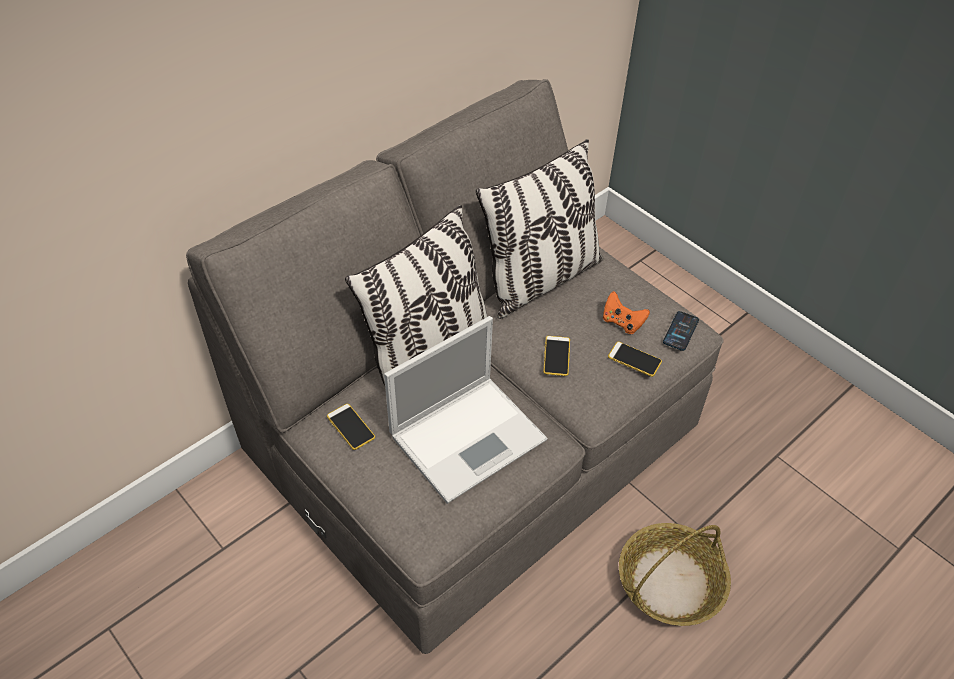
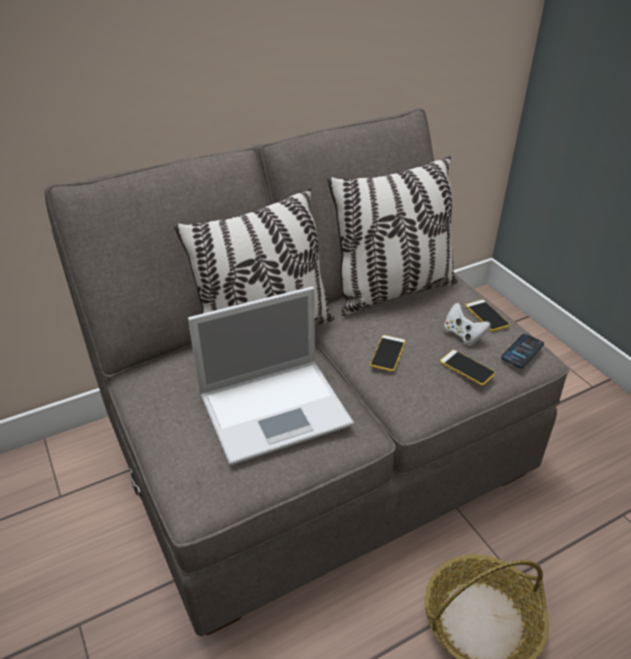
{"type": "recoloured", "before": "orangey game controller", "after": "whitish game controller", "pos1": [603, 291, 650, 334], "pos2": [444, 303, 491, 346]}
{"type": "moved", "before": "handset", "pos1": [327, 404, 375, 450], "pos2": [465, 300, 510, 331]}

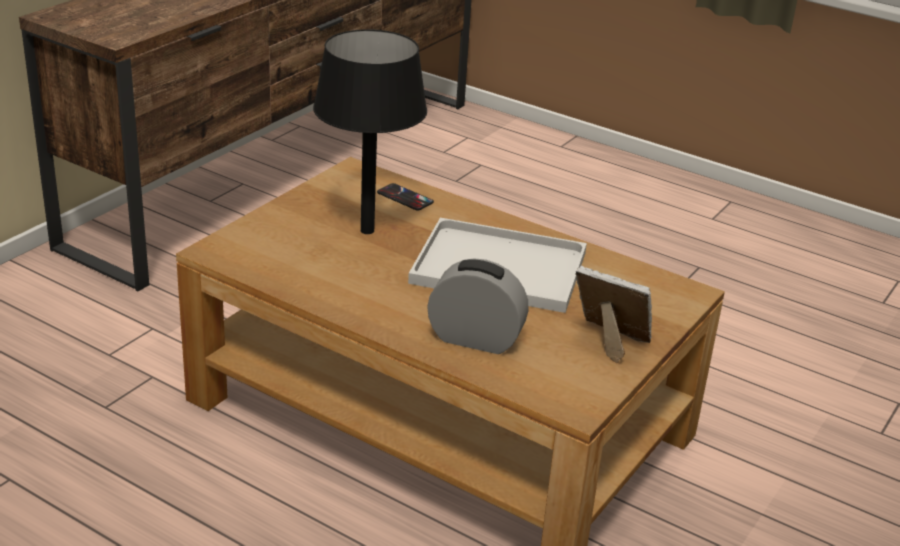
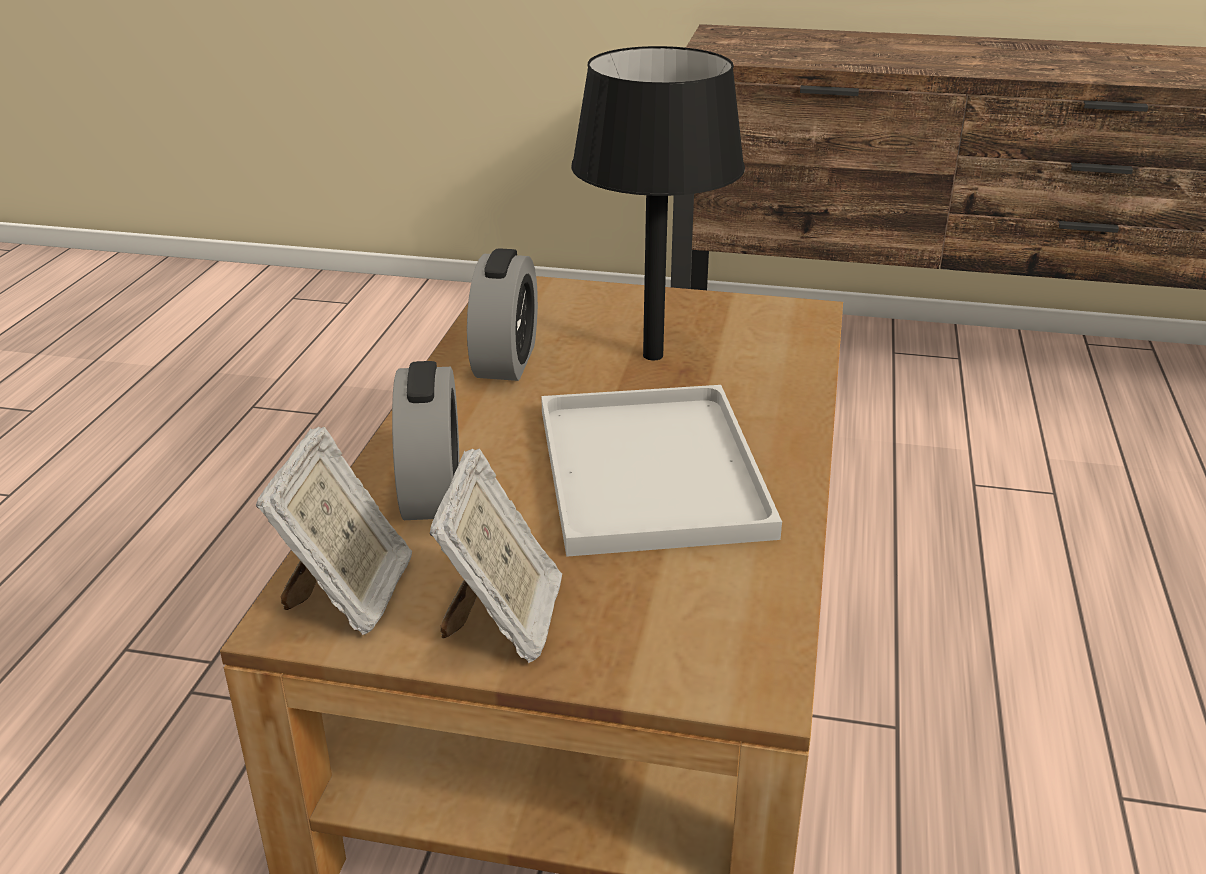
{"type": "removed", "before": "handset", "pos1": [377, 183, 434, 211]}
{"type": "added", "after": "table clock", "pos2": [467, 248, 538, 381]}
{"type": "added", "after": "picture frame", "pos2": [256, 427, 412, 635]}

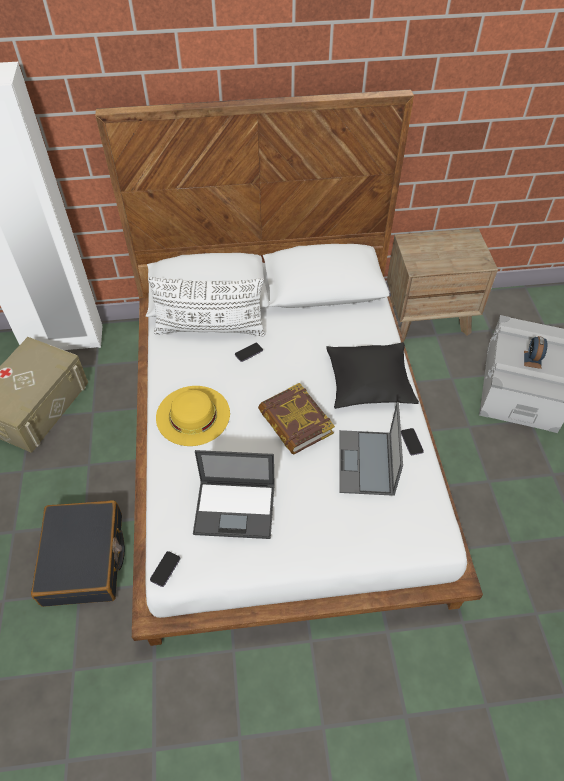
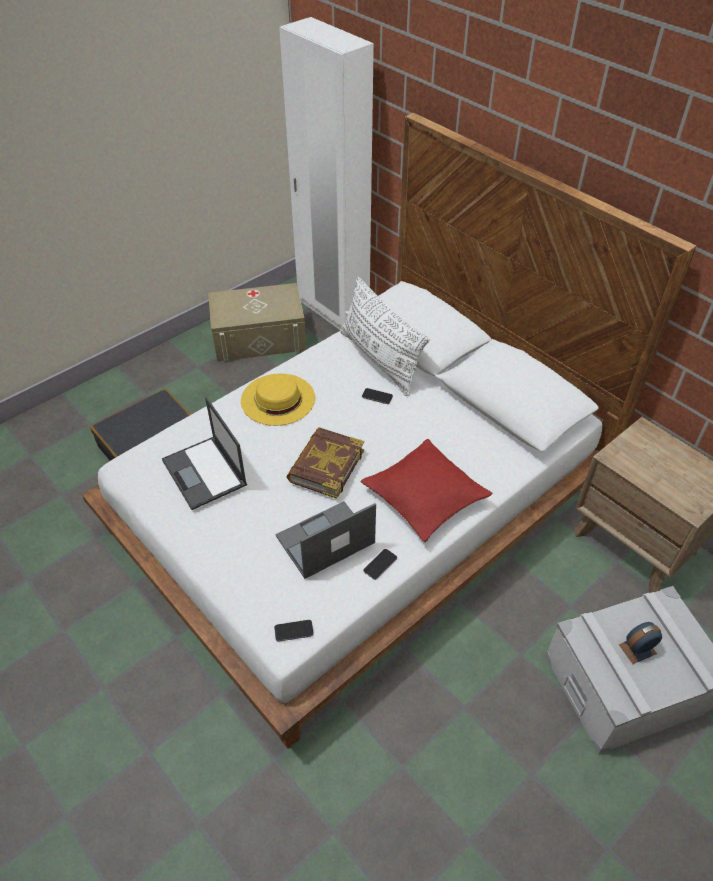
{"type": "recoloured", "before": "blackish throw pillow", "after": "reddish throw pillow", "pos1": [326, 342, 419, 409], "pos2": [360, 439, 493, 542]}
{"type": "moved", "before": "handset", "pos1": [150, 551, 180, 587], "pos2": [274, 620, 314, 642]}

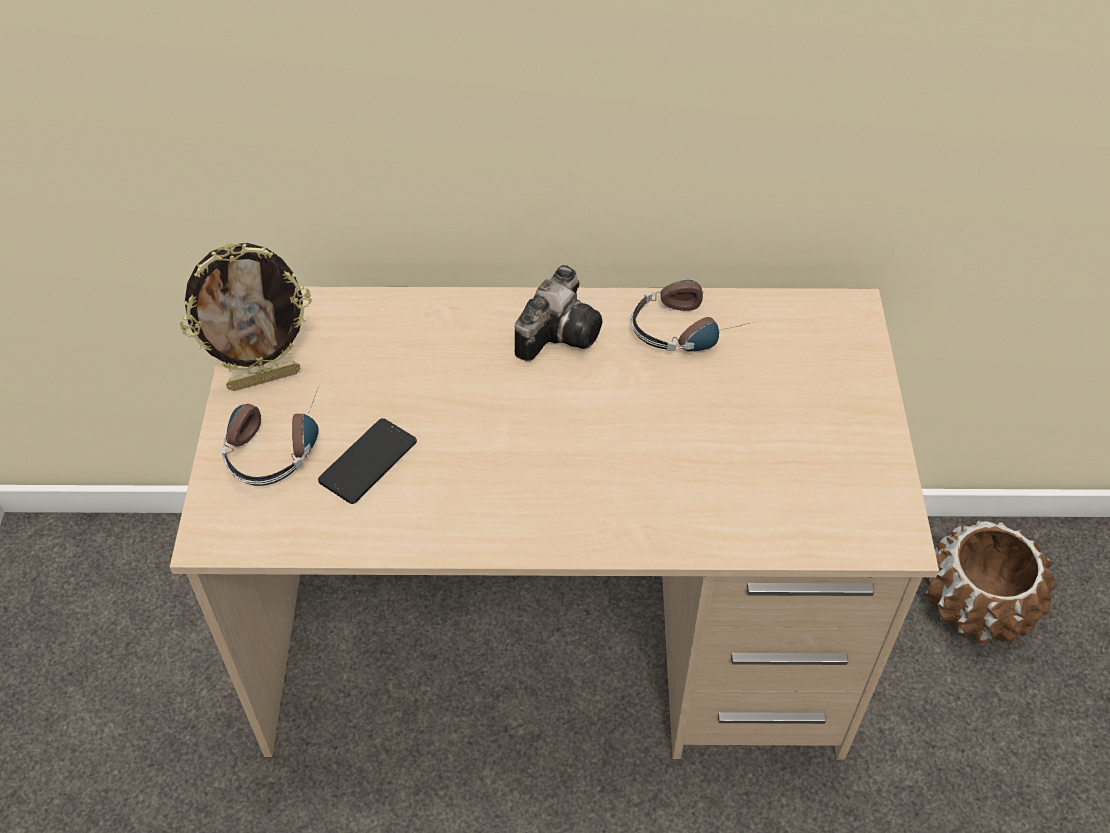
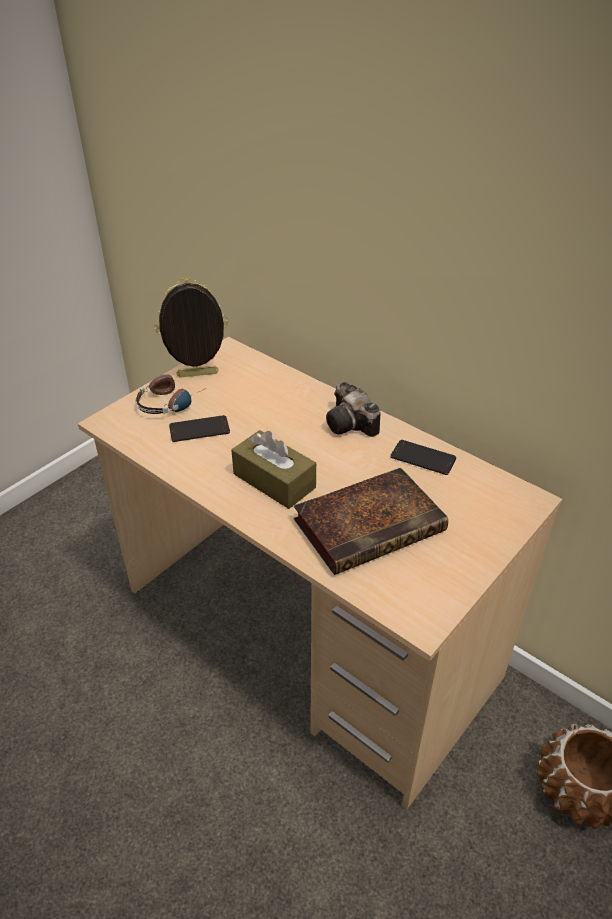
{"type": "turned", "before": "picture frame", "pos1": [180, 243, 312, 391], "pos2": [155, 278, 228, 378], "turn": 150}
{"type": "turned", "before": "still camera", "pos1": [515, 265, 602, 361], "pos2": [326, 382, 381, 437], "turn": 75}
{"type": "replaced", "before": "pair of headphones", "after": "handset", "pos1": [631, 280, 755, 352], "pos2": [390, 440, 456, 475]}
{"type": "added", "after": "brown tissue box", "pos2": [231, 430, 316, 509]}
{"type": "added", "after": "volume", "pos2": [294, 468, 448, 575]}

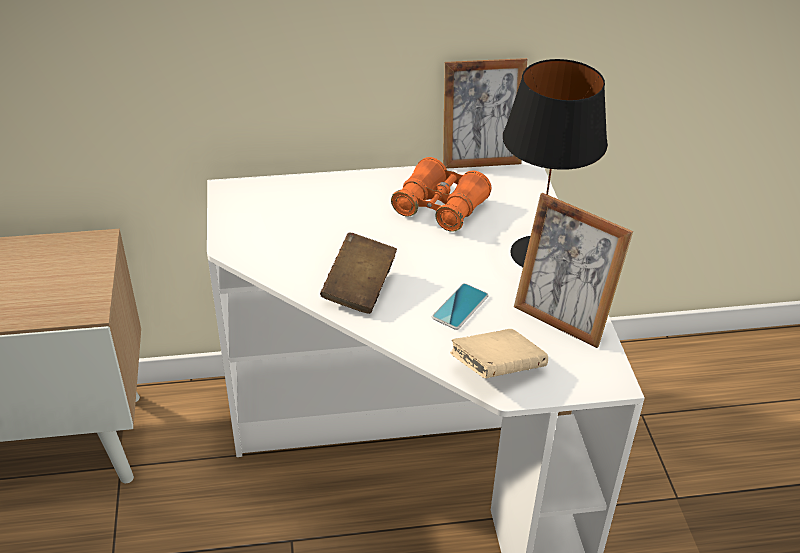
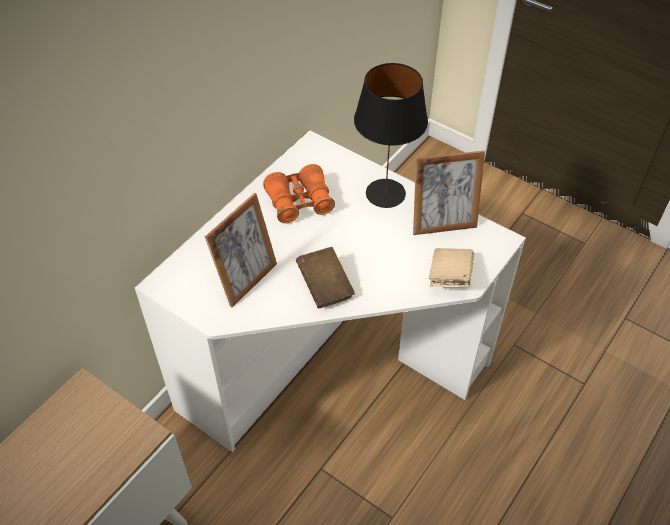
{"type": "moved", "before": "picture frame", "pos1": [443, 58, 527, 169], "pos2": [205, 193, 277, 307]}
{"type": "removed", "before": "handset", "pos1": [432, 283, 489, 330]}

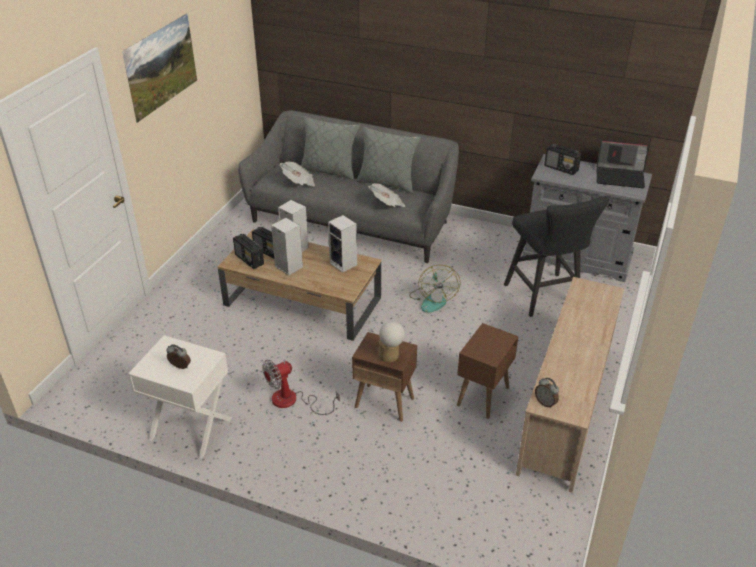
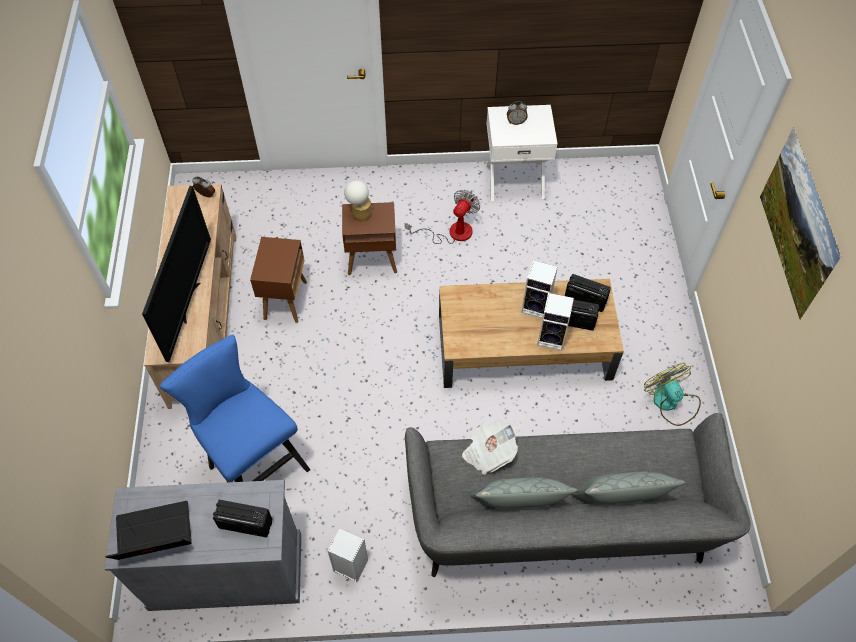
{"type": "removed", "before": "newspaper", "pos1": [280, 162, 315, 186]}
{"type": "recoloured", "before": "blackish stool seat", "after": "blue-coloured stool seat", "pos1": [504, 196, 609, 317], "pos2": [160, 335, 310, 482]}
{"type": "moved", "before": "audio speaker", "pos1": [328, 215, 357, 273], "pos2": [327, 528, 368, 582]}
{"type": "moved", "before": "fan", "pos1": [409, 265, 460, 313], "pos2": [644, 363, 701, 426]}
{"type": "added", "after": "television", "pos2": [142, 186, 211, 362]}

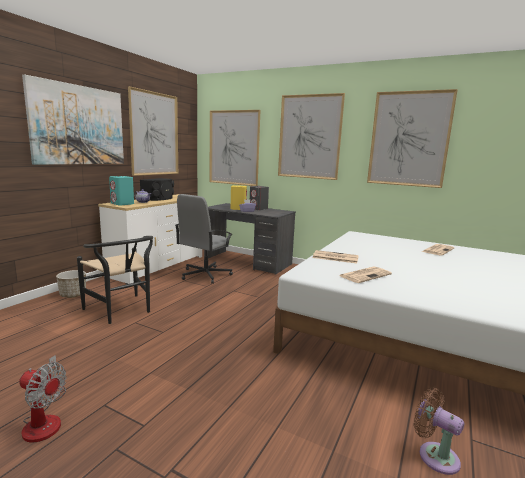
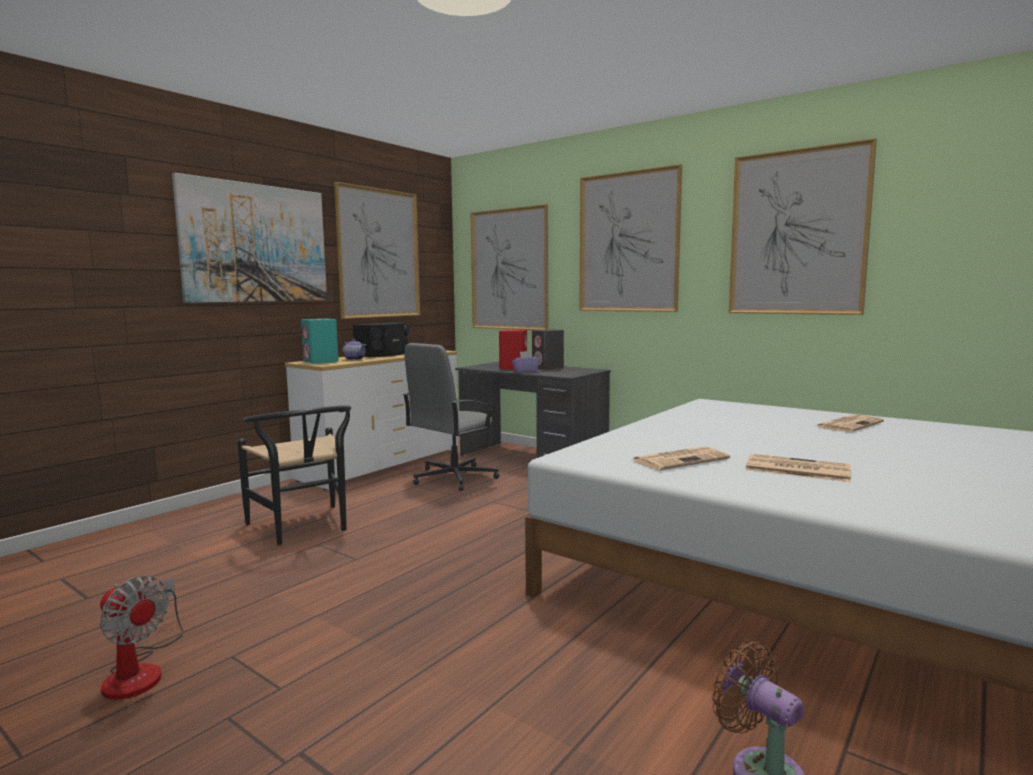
{"type": "recoloured", "before": "yellow-coloured audio speaker", "after": "reddish audio speaker", "pos1": [231, 185, 247, 210], "pos2": [499, 330, 527, 370]}
{"type": "moved", "before": "newspaper", "pos1": [313, 250, 359, 264], "pos2": [745, 454, 851, 482]}
{"type": "removed", "before": "plant pot", "pos1": [56, 270, 86, 298]}

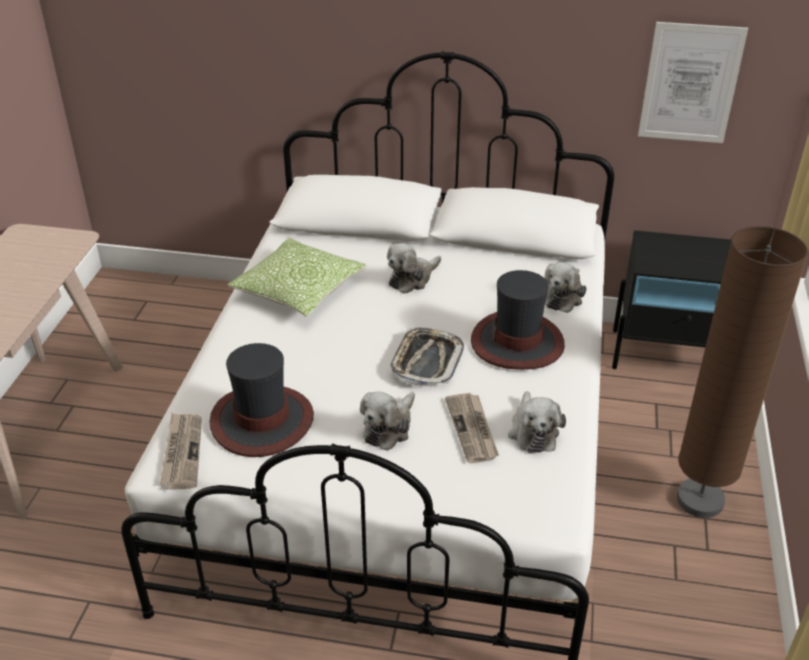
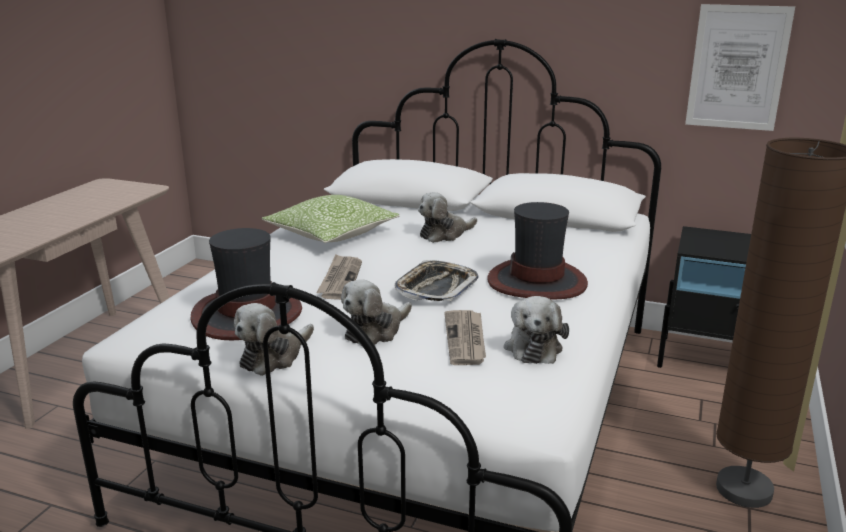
{"type": "moved", "before": "plush toy", "pos1": [544, 262, 587, 313], "pos2": [234, 303, 314, 376]}
{"type": "moved", "before": "newspaper", "pos1": [160, 413, 202, 490], "pos2": [316, 254, 362, 300]}

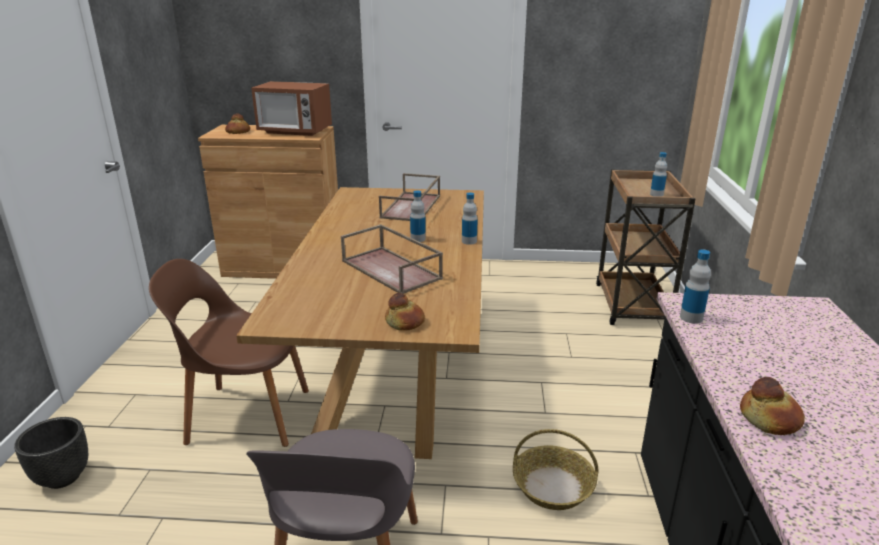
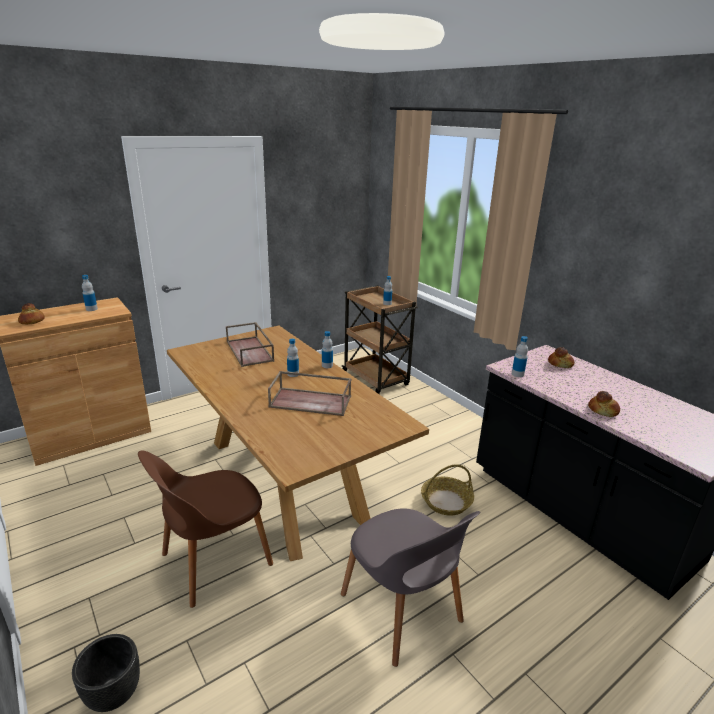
{"type": "replaced", "before": "kitchen microwave", "after": "beverage bottle", "pos1": [251, 81, 332, 136], "pos2": [82, 275, 98, 311]}
{"type": "moved", "before": "baked bread", "pos1": [385, 293, 425, 331], "pos2": [548, 347, 574, 368]}

